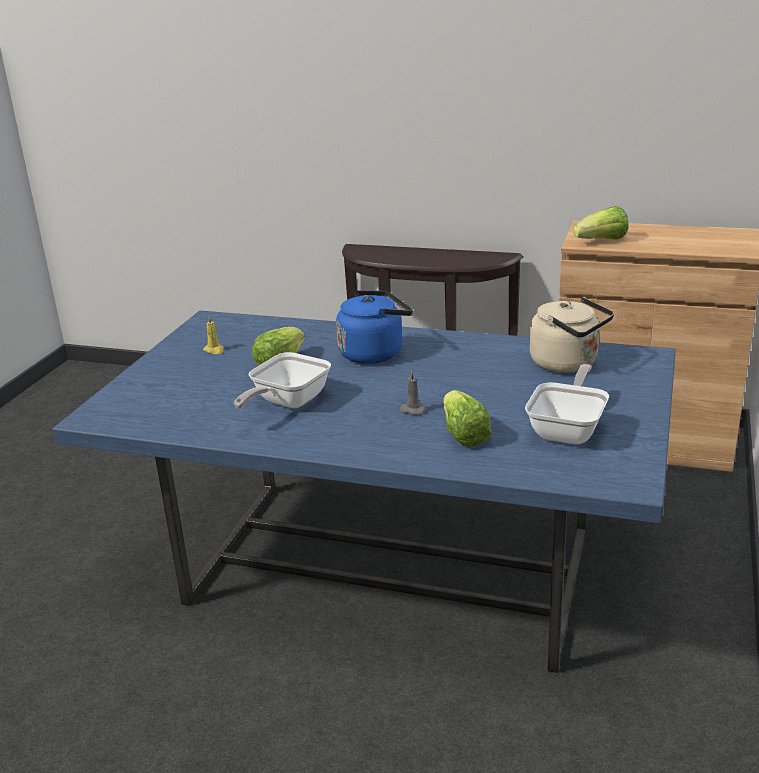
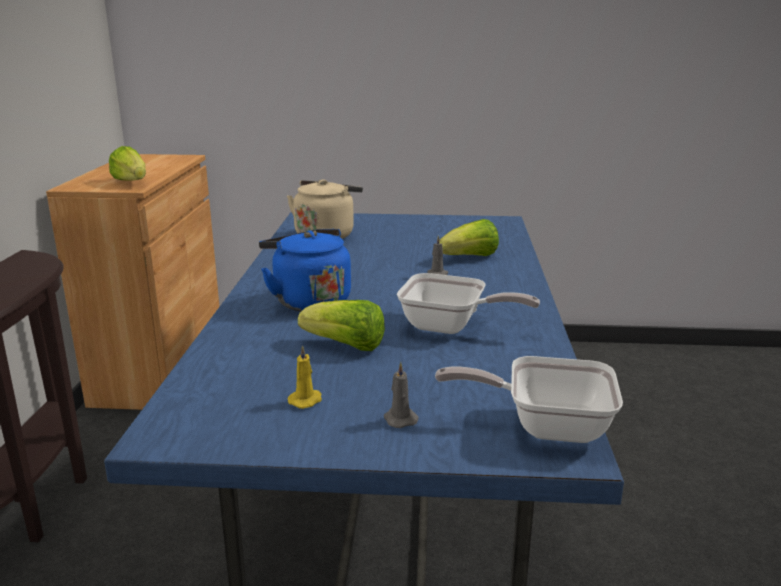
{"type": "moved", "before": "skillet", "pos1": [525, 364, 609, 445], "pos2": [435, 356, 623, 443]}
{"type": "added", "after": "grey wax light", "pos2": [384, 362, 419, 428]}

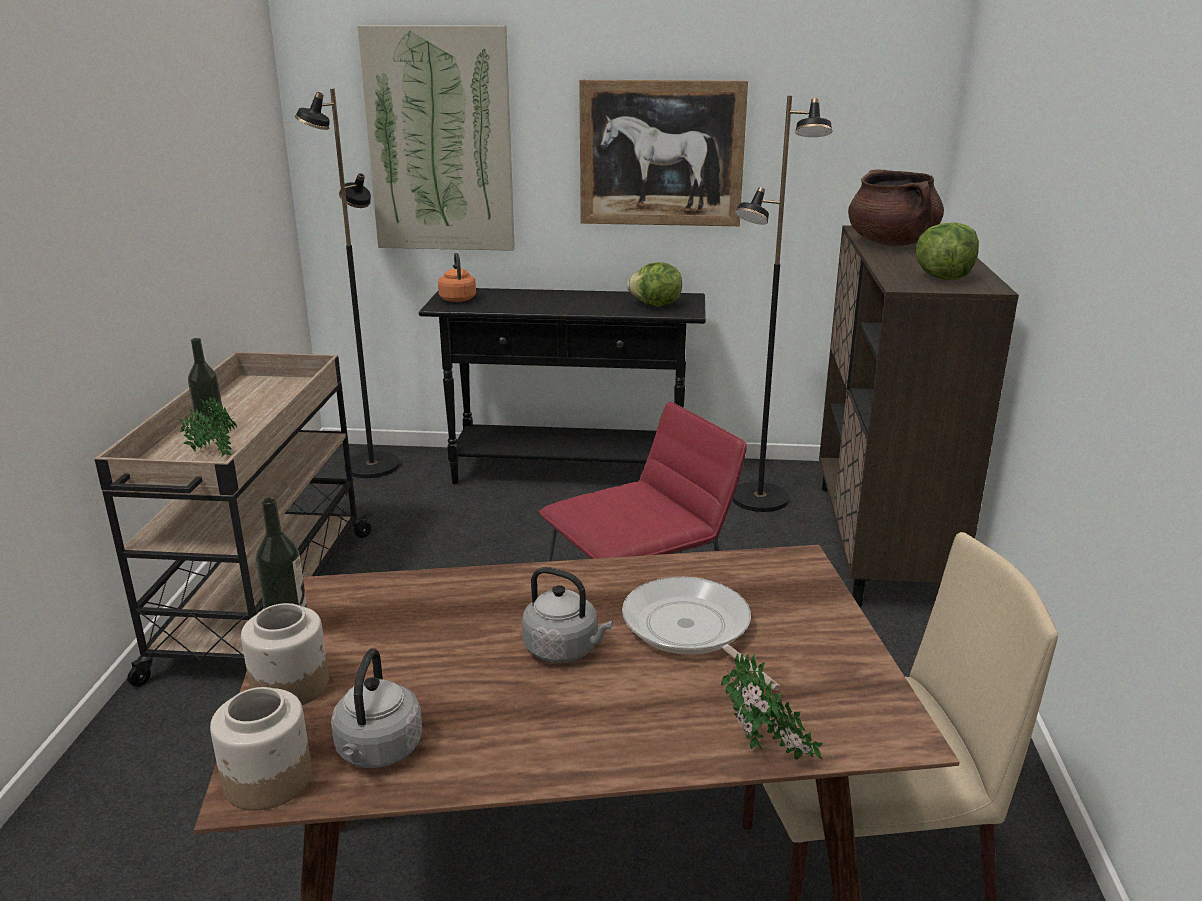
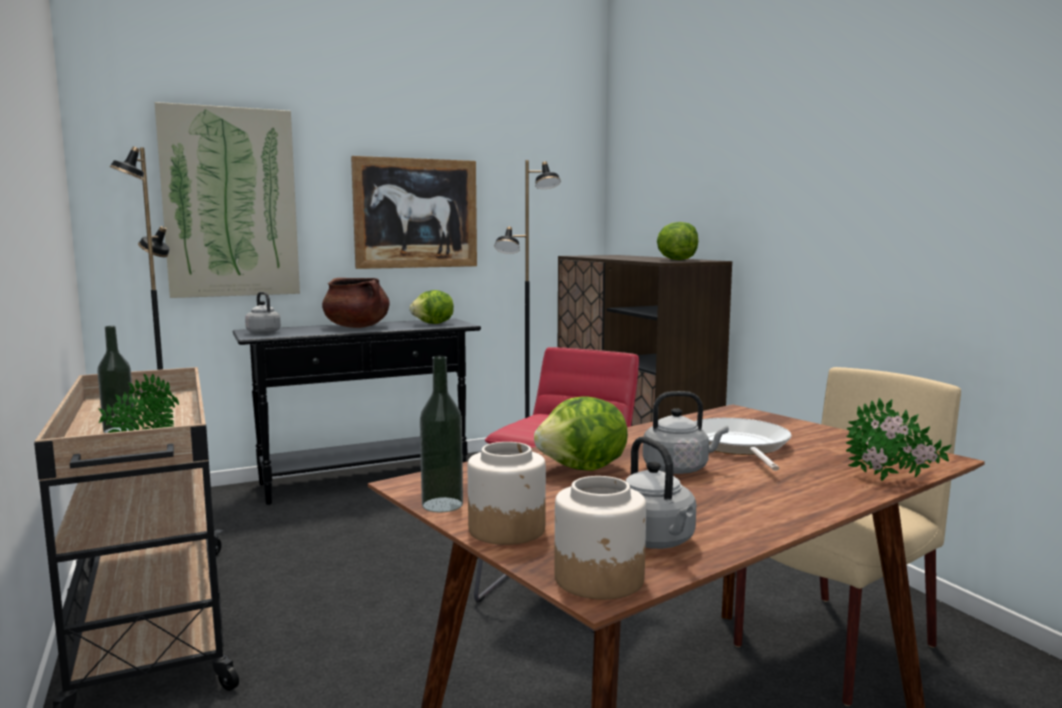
{"type": "moved", "before": "brown stockpot", "pos1": [848, 169, 944, 246], "pos2": [322, 278, 390, 328]}
{"type": "recoloured", "before": "orangey water kettle", "after": "grey water kettle", "pos1": [438, 253, 476, 302], "pos2": [245, 292, 281, 334]}
{"type": "turned", "before": "skillet", "pos1": [622, 577, 780, 690], "pos2": [694, 418, 791, 471], "turn": 60}
{"type": "added", "after": "head of lettuce", "pos2": [534, 397, 628, 471]}

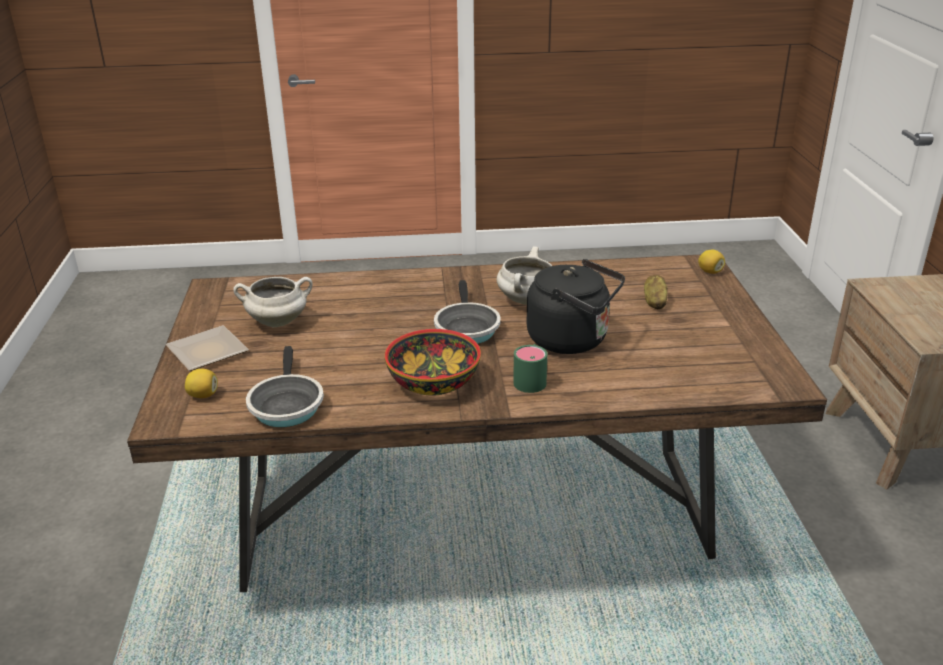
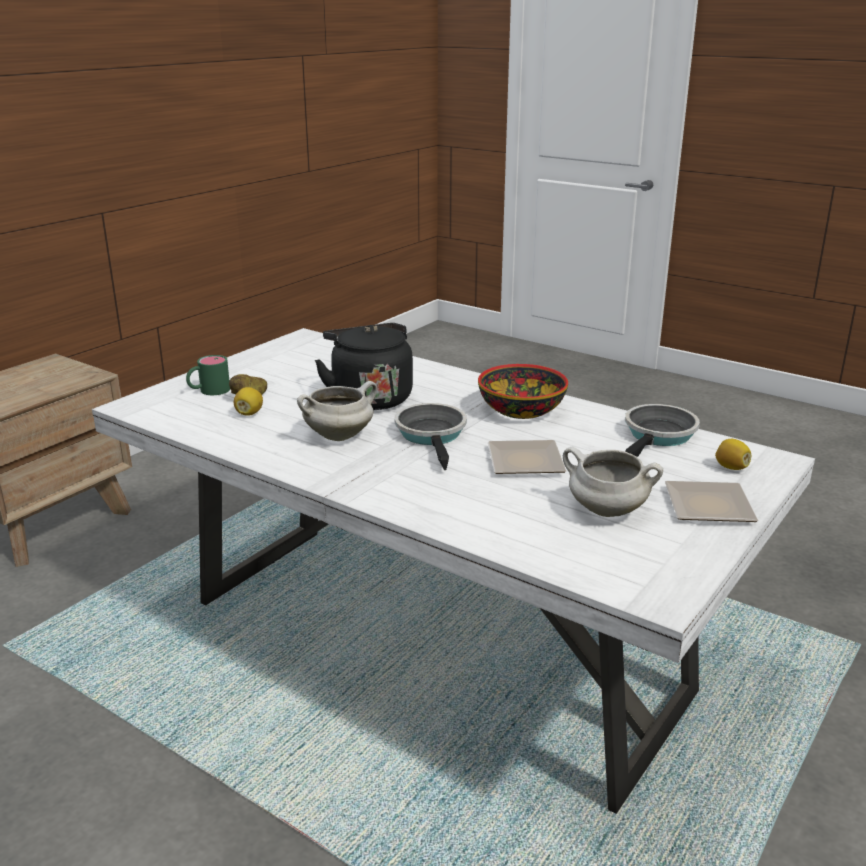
{"type": "moved", "before": "lemon", "pos1": [698, 250, 725, 274], "pos2": [234, 387, 263, 416]}
{"type": "recoloured", "before": "brown dining table", "after": "whitish dining table", "pos1": [127, 255, 827, 592], "pos2": [92, 328, 815, 814]}
{"type": "turned", "before": "skillet", "pos1": [434, 280, 501, 344], "pos2": [395, 403, 467, 470], "turn": -45}
{"type": "moved", "before": "green-coloured tea mug", "pos1": [513, 344, 547, 393], "pos2": [186, 355, 230, 395]}
{"type": "added", "after": "plate", "pos2": [488, 440, 566, 474]}

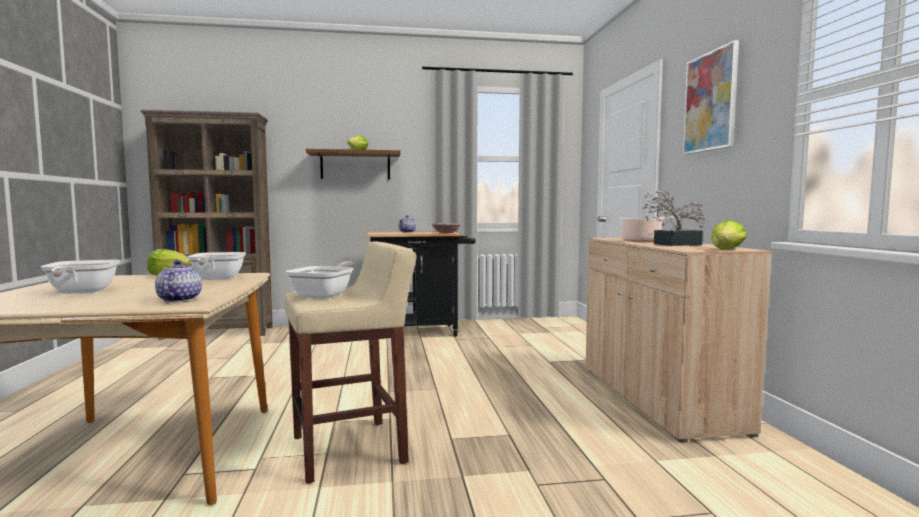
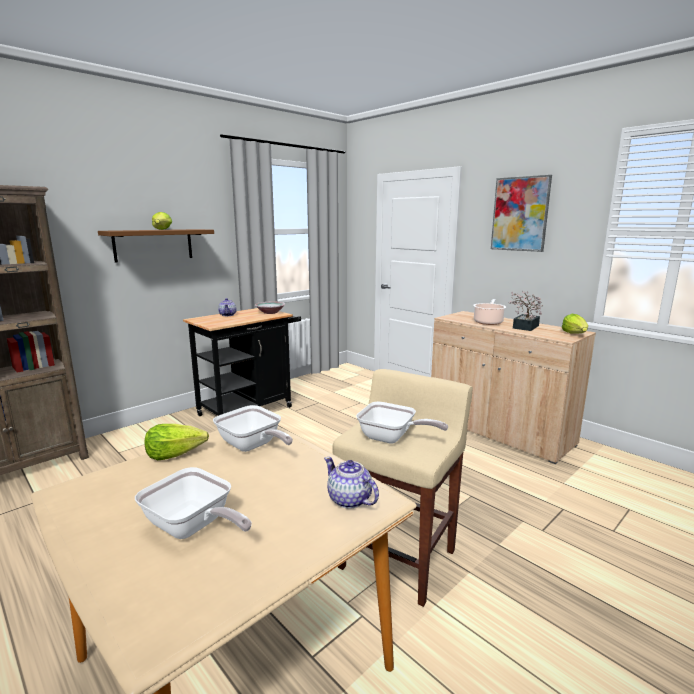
{"type": "turned", "before": "skillet", "pos1": [286, 261, 355, 299], "pos2": [356, 402, 448, 444], "turn": 135}

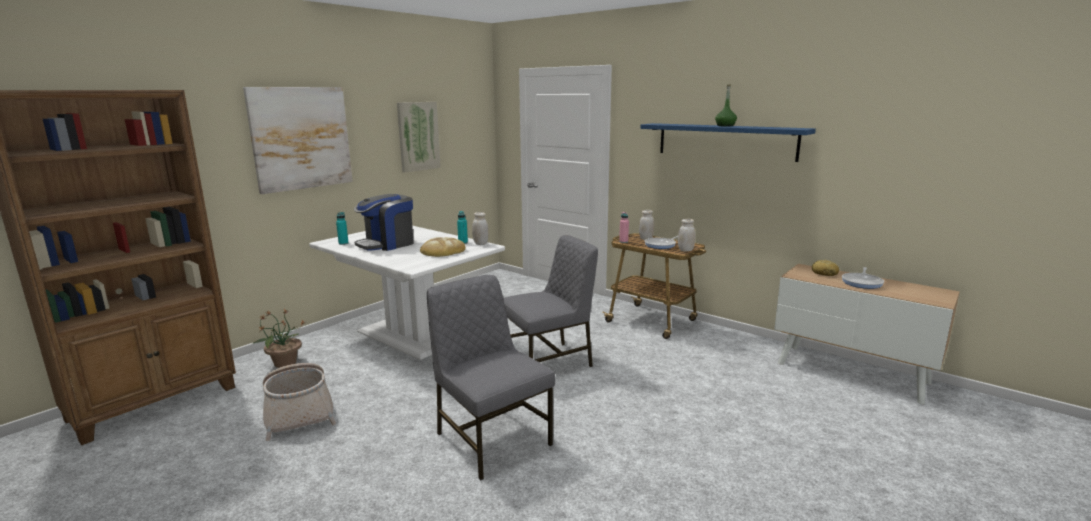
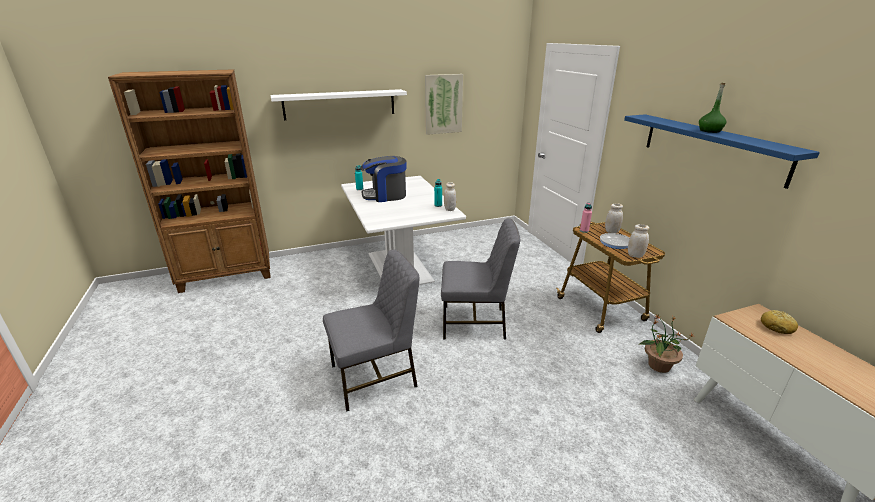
{"type": "replaced", "before": "picture", "after": "whitish shelf", "pos1": [243, 87, 353, 194], "pos2": [270, 89, 407, 120]}
{"type": "removed", "before": "baked bread", "pos1": [420, 237, 466, 257]}
{"type": "removed", "before": "skillet", "pos1": [842, 267, 884, 289]}
{"type": "turned", "before": "grey chair", "pos1": [427, 275, 555, 480], "pos2": [323, 249, 419, 412], "turn": 75}
{"type": "moved", "before": "houseplant", "pos1": [253, 309, 304, 368], "pos2": [638, 315, 693, 373]}
{"type": "removed", "before": "household basket", "pos1": [263, 363, 336, 441]}

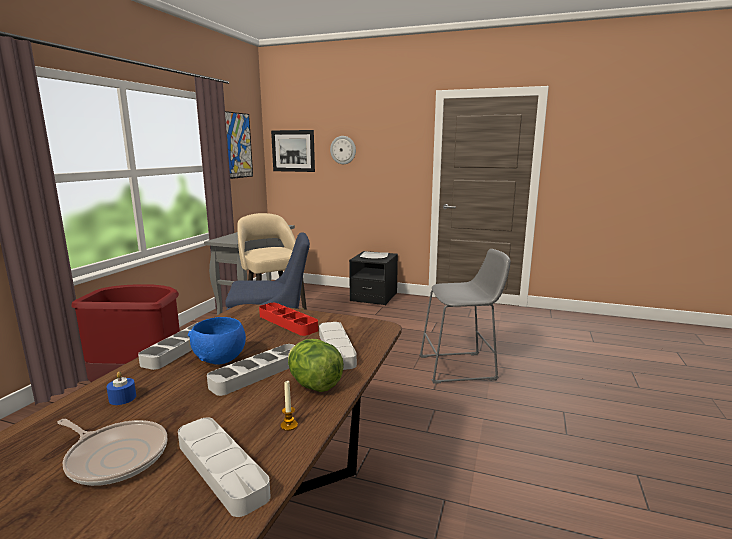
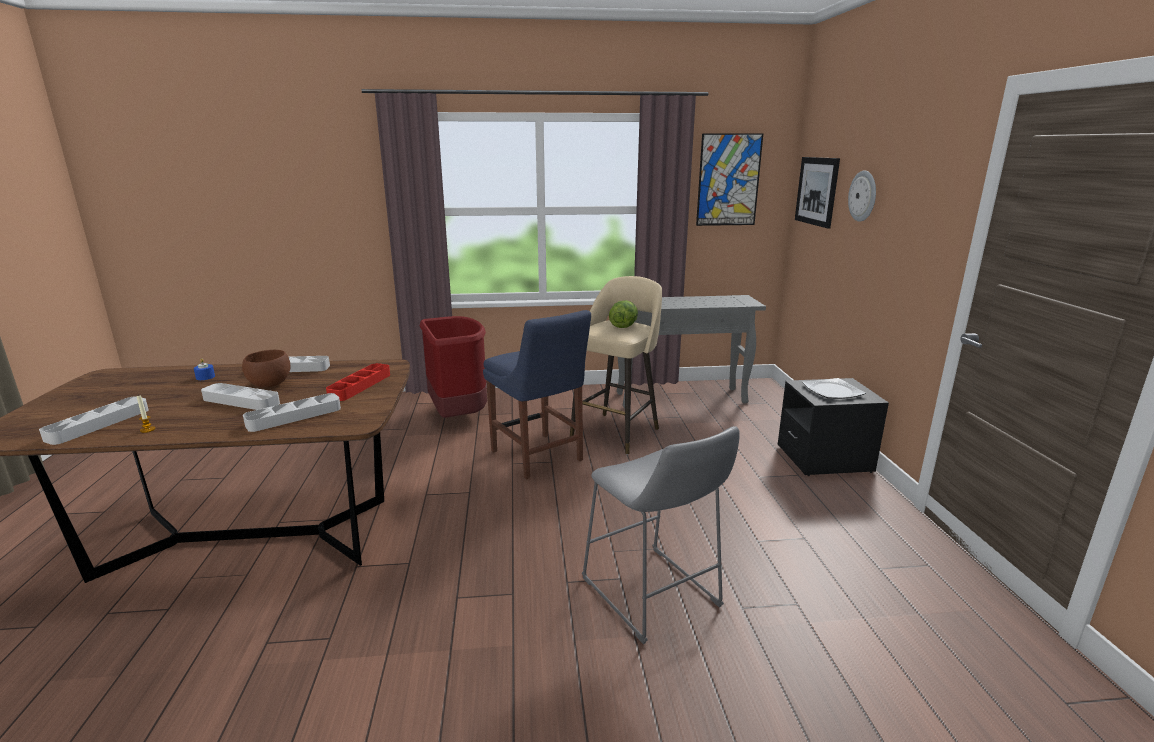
{"type": "recoloured", "before": "blue-coloured bowl", "after": "brown bowl", "pos1": [188, 317, 246, 365], "pos2": [242, 350, 291, 388]}
{"type": "moved", "before": "head of lettuce", "pos1": [288, 339, 344, 392], "pos2": [609, 300, 638, 328]}
{"type": "removed", "before": "skillet", "pos1": [57, 419, 167, 486]}

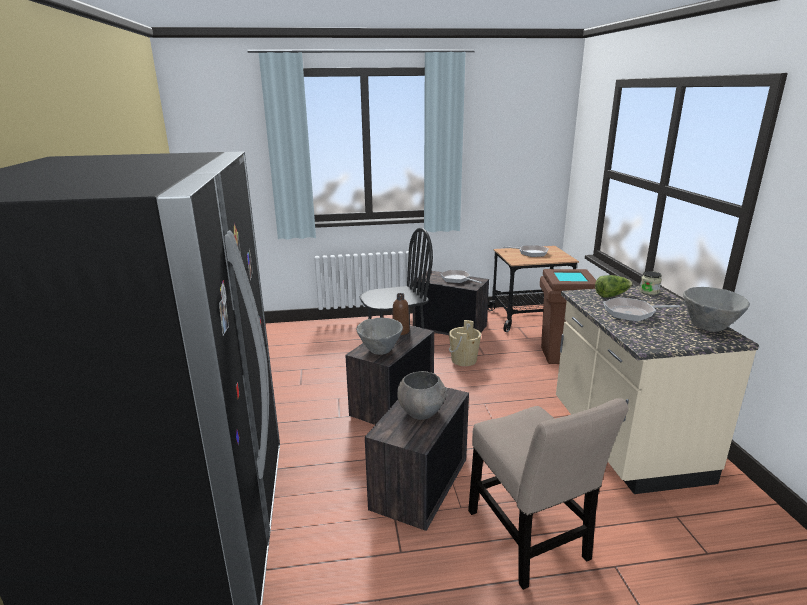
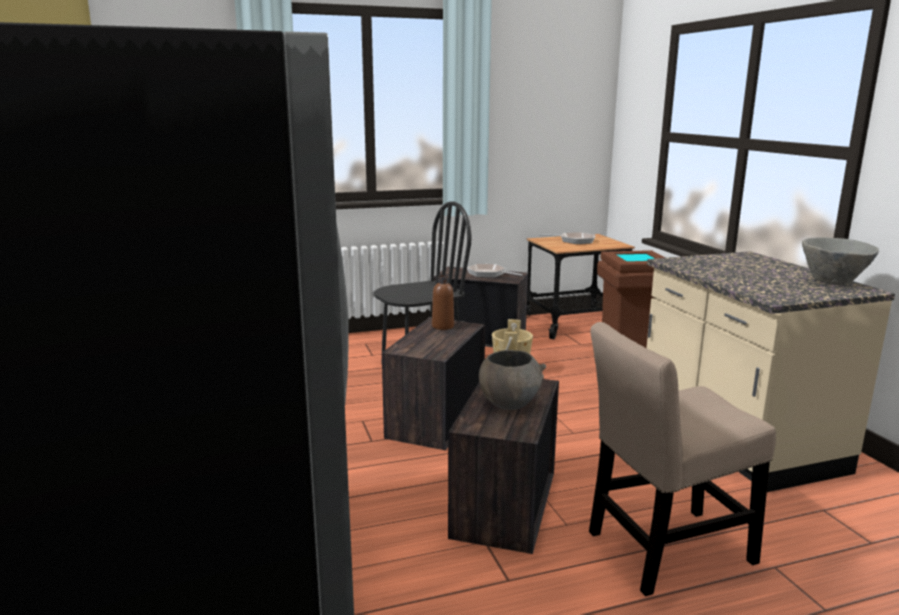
{"type": "removed", "before": "jar", "pos1": [640, 271, 662, 295]}
{"type": "removed", "before": "head of lettuce", "pos1": [595, 275, 633, 298]}
{"type": "removed", "before": "skillet", "pos1": [603, 297, 680, 322]}
{"type": "removed", "before": "grey bowl", "pos1": [356, 318, 403, 355]}
{"type": "turned", "before": "beige-coloured chair", "pos1": [468, 398, 629, 590], "pos2": [589, 322, 776, 596], "turn": 105}

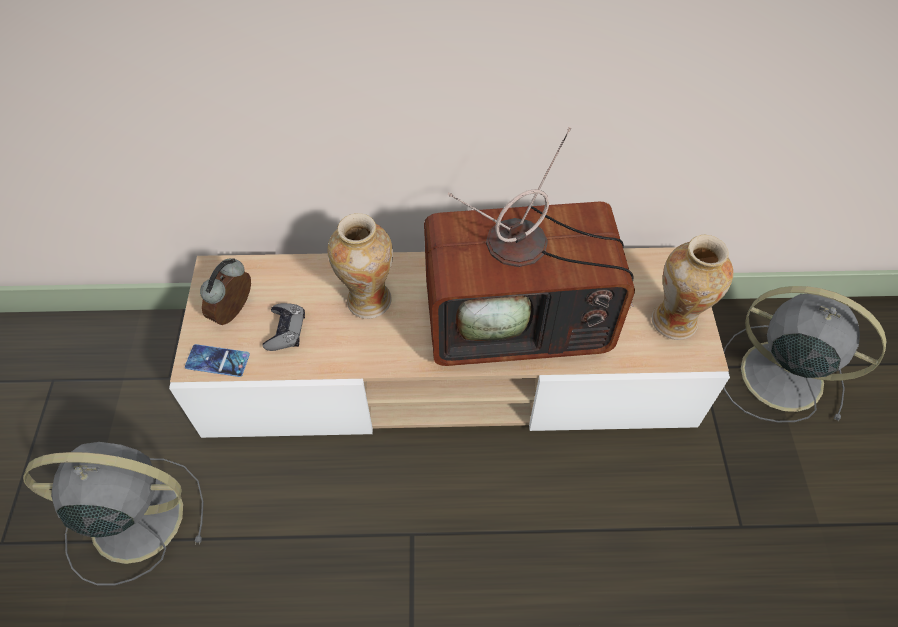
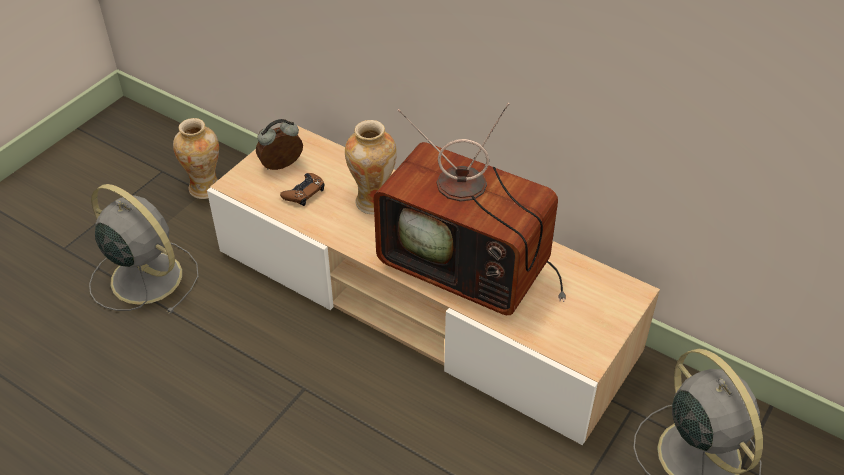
{"type": "moved", "before": "vase", "pos1": [652, 235, 733, 340], "pos2": [173, 118, 219, 199]}
{"type": "recoloured", "before": "grey game controller", "after": "brown game controller", "pos1": [262, 303, 305, 351], "pos2": [280, 173, 324, 206]}
{"type": "removed", "before": "handset", "pos1": [185, 344, 250, 377]}

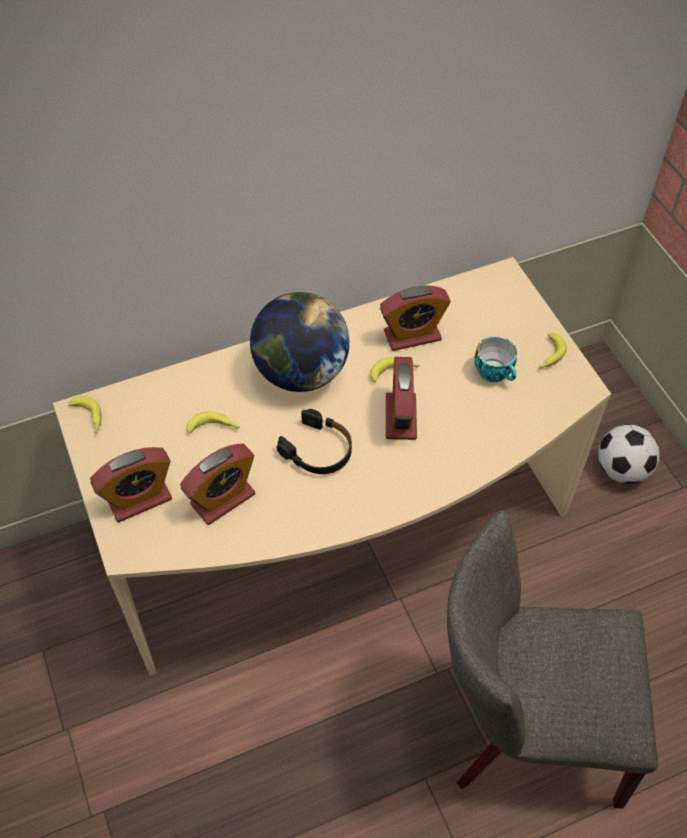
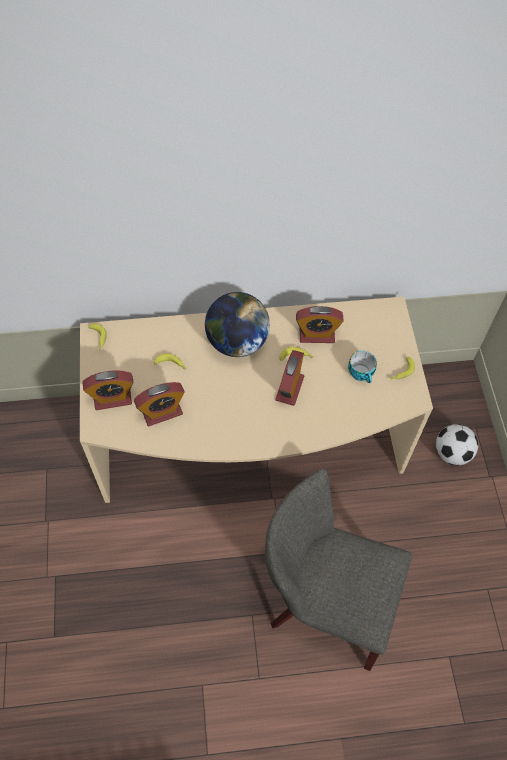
{"type": "removed", "before": "blackish pair of headphones", "pos1": [277, 409, 352, 474]}

